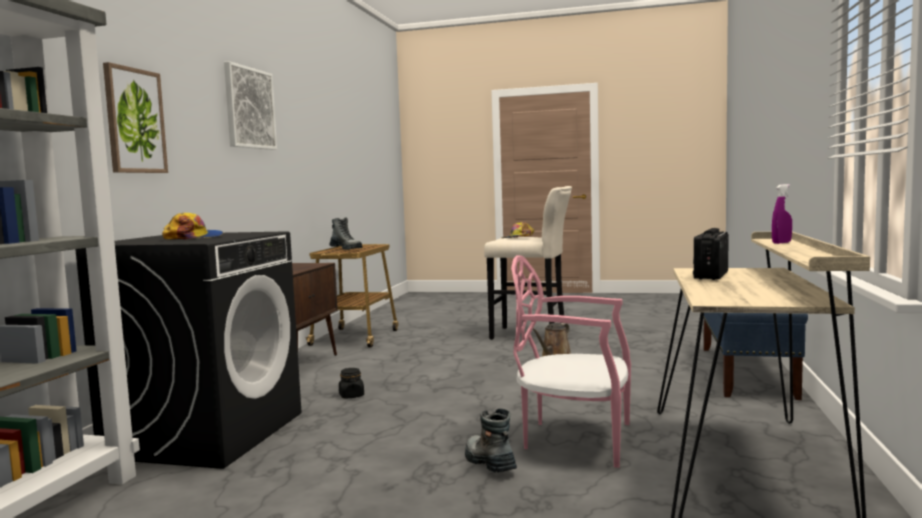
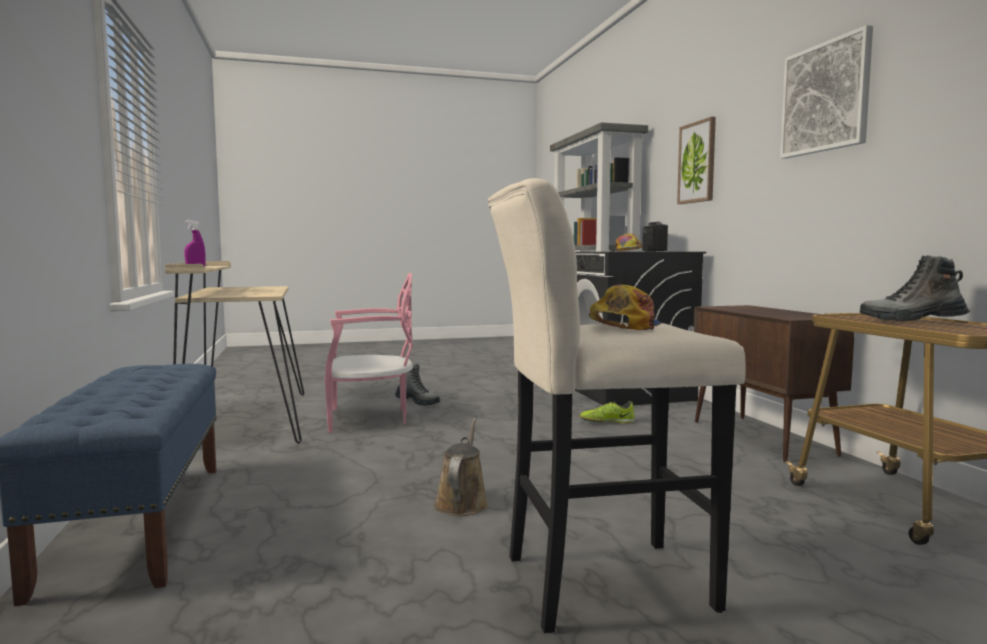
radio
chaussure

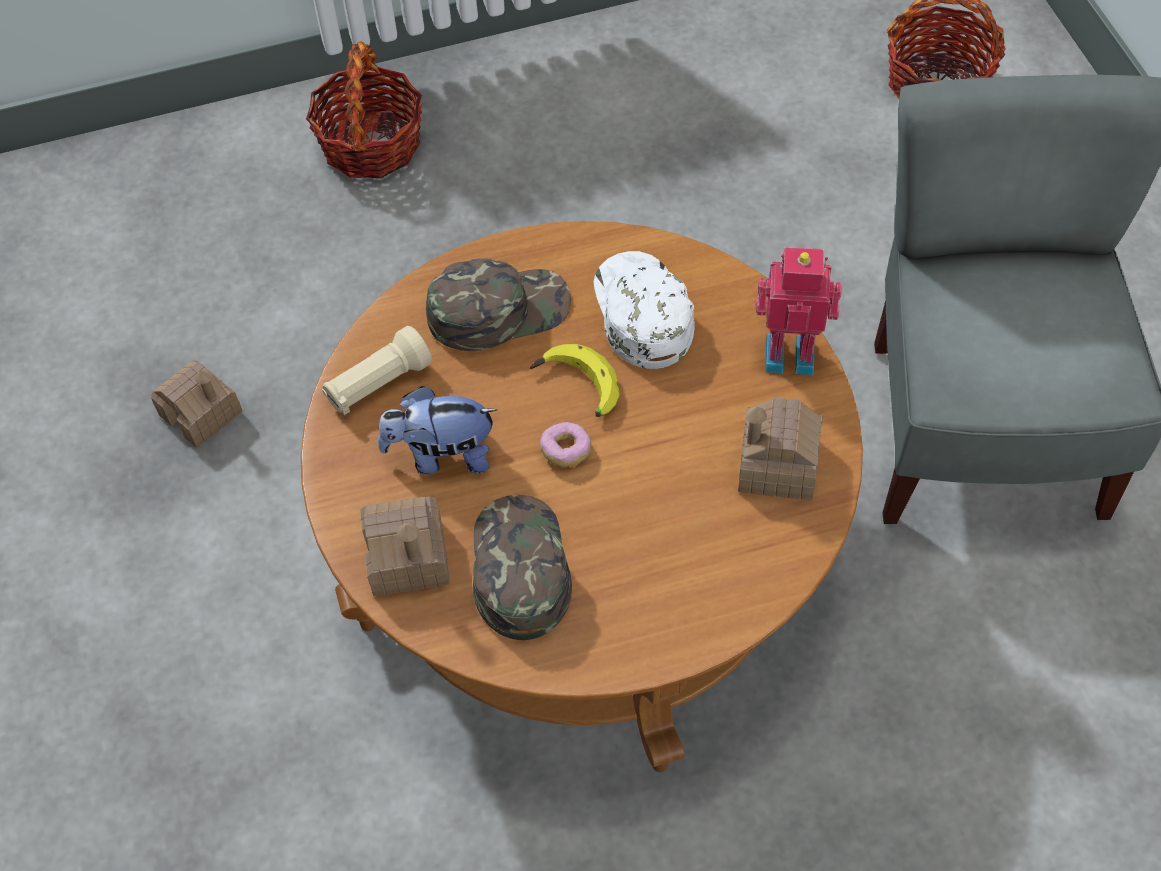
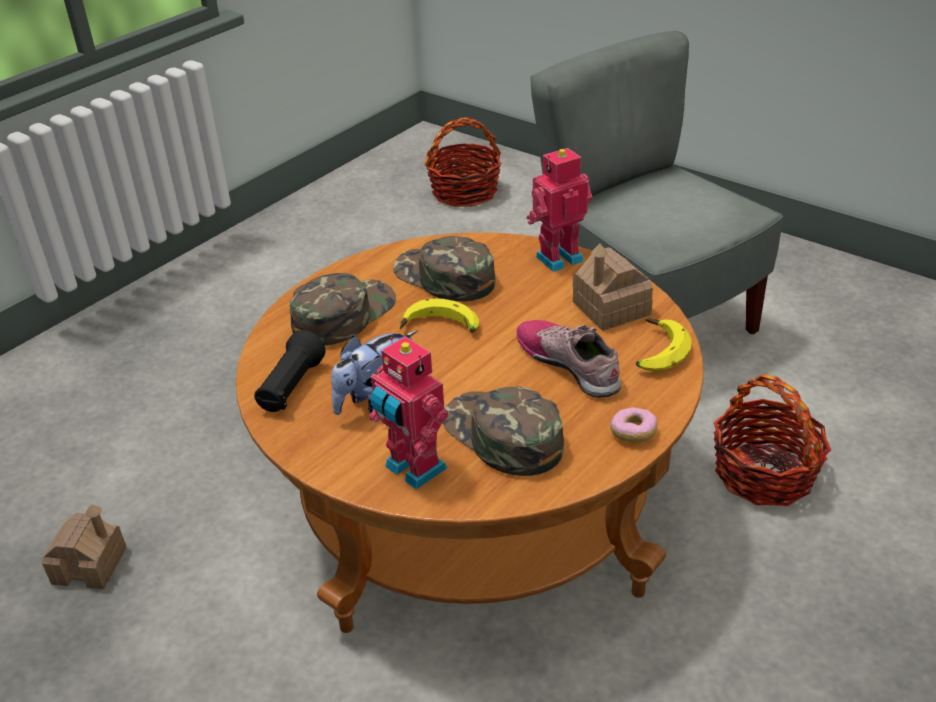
chaussure
banane (no. 2 from left)
panier (no. 2 from left)
beignet
robot jouet (no. 1 from left)
lampe de poche [noir]
casquette [vert] (no. 2 from left)

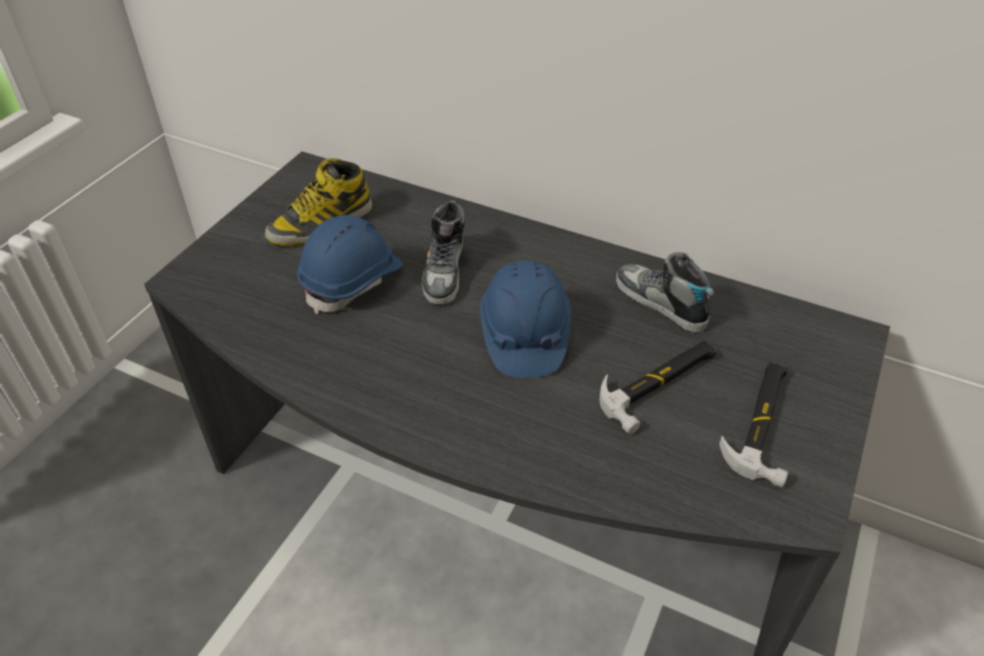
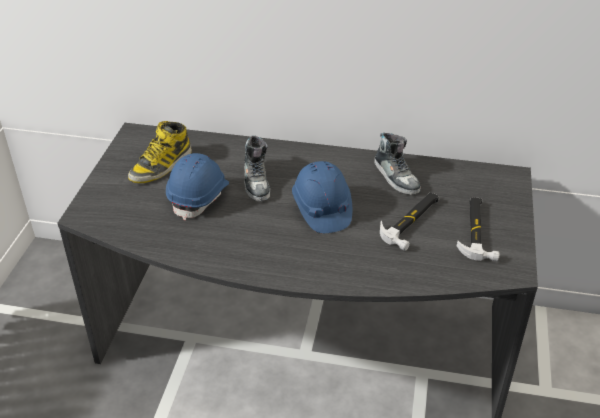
chaussure (no. 2 from left)

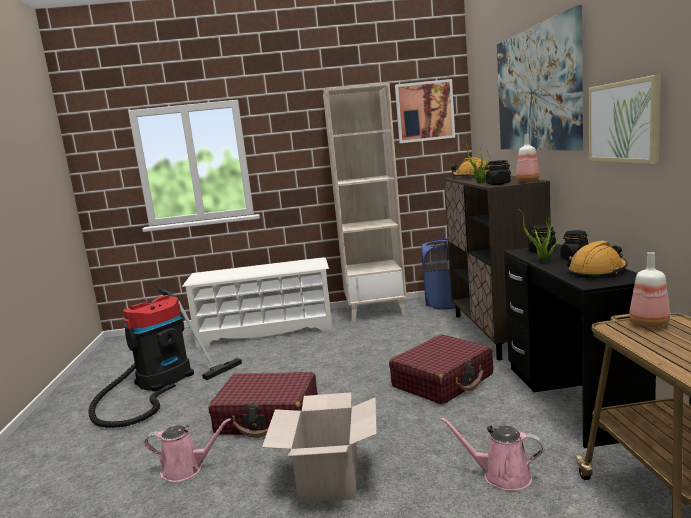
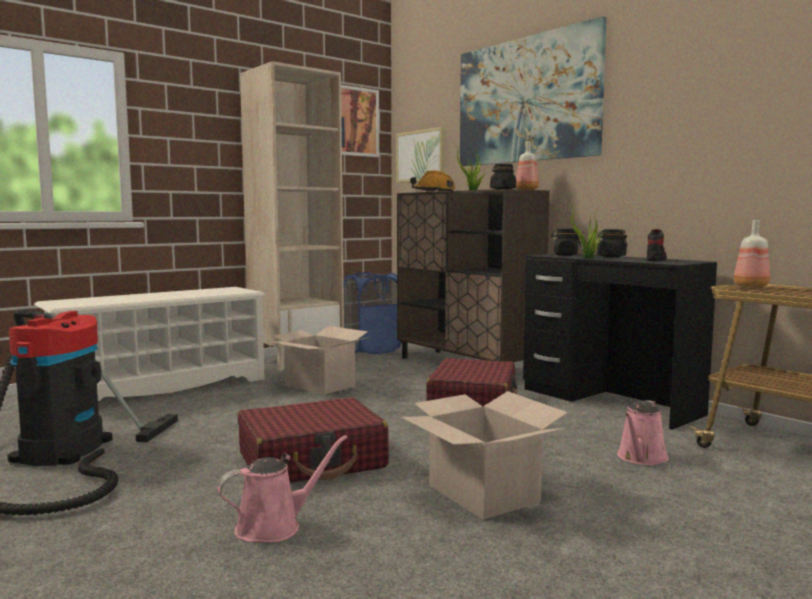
carton (no. 1 from left)
tableau (no. 2 from left)
chaussure
arrosoir [rose] (no. 2 from left)

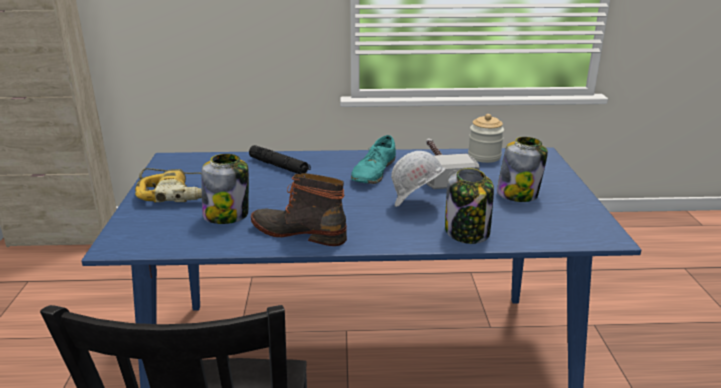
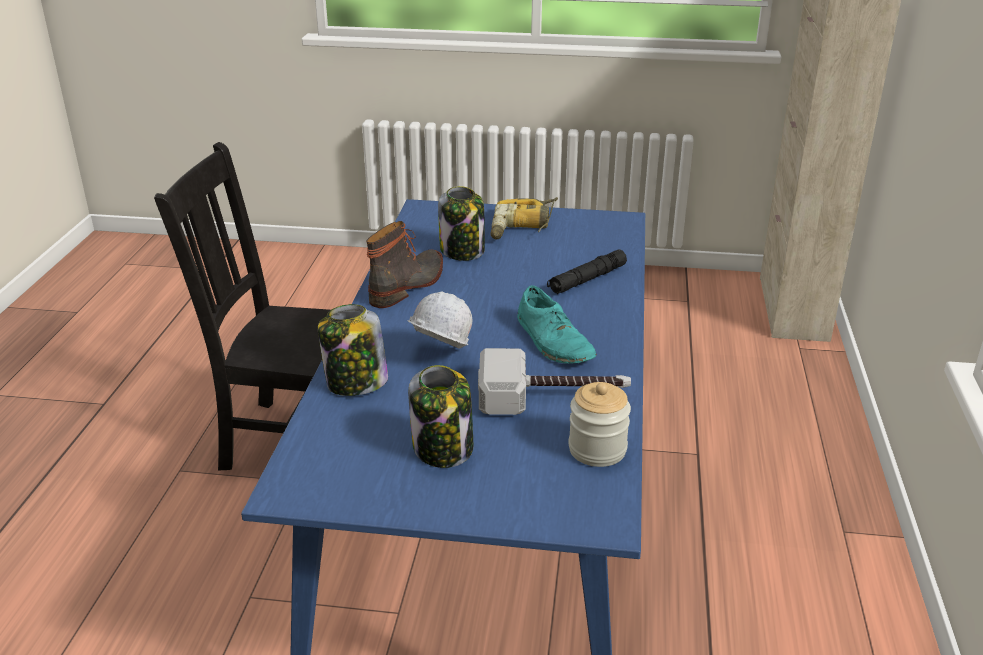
chaussure [turquoise]

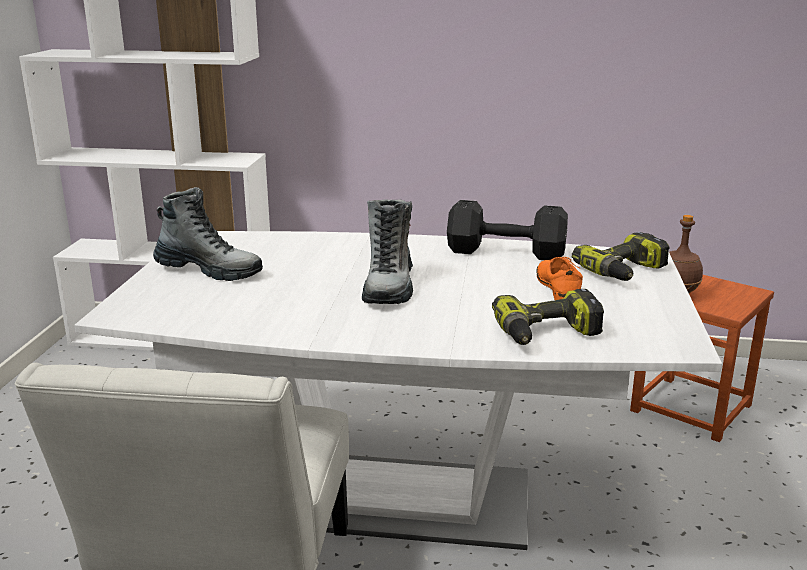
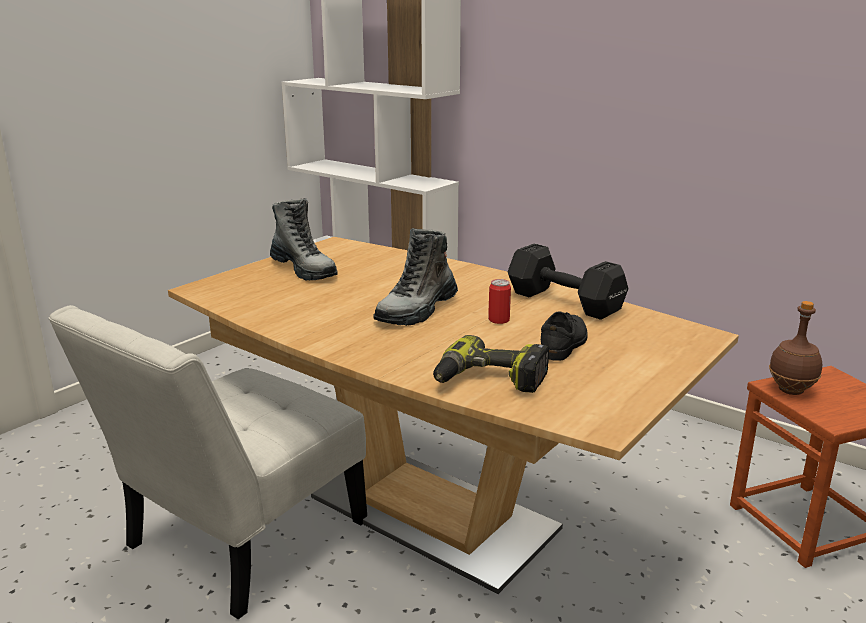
perceuse (no. 2 from left in the first image)
boîte métallique
table à manger [marron]
chaussure [noir]

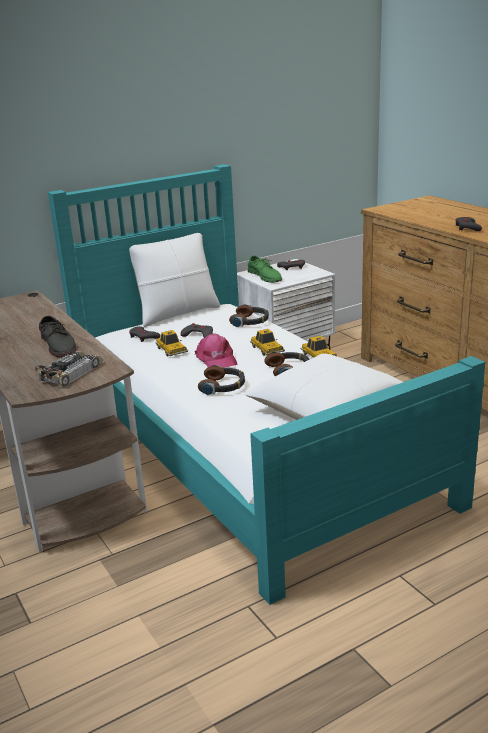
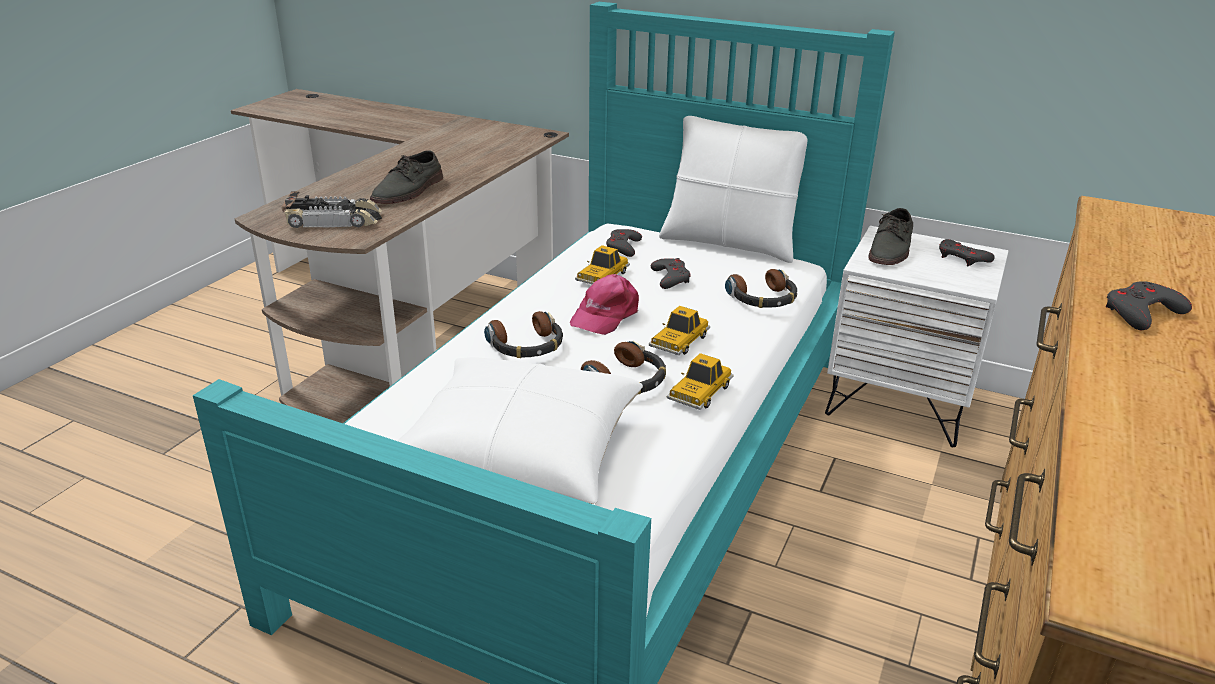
chaussure [gris] (no. 2 from left)

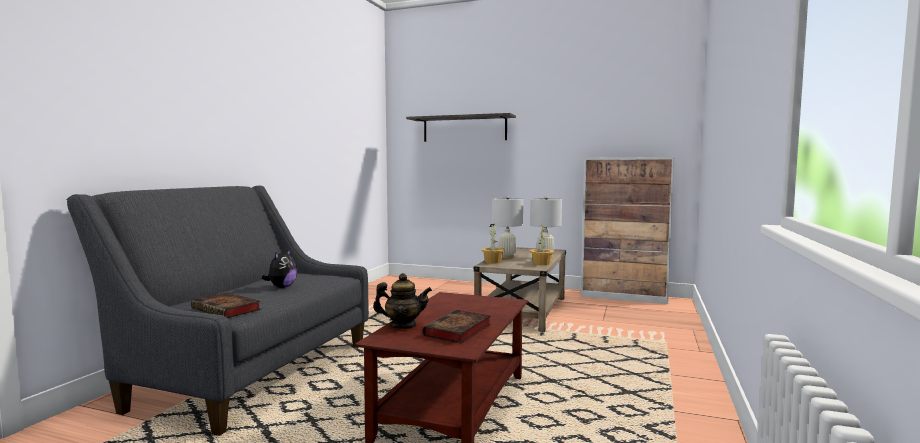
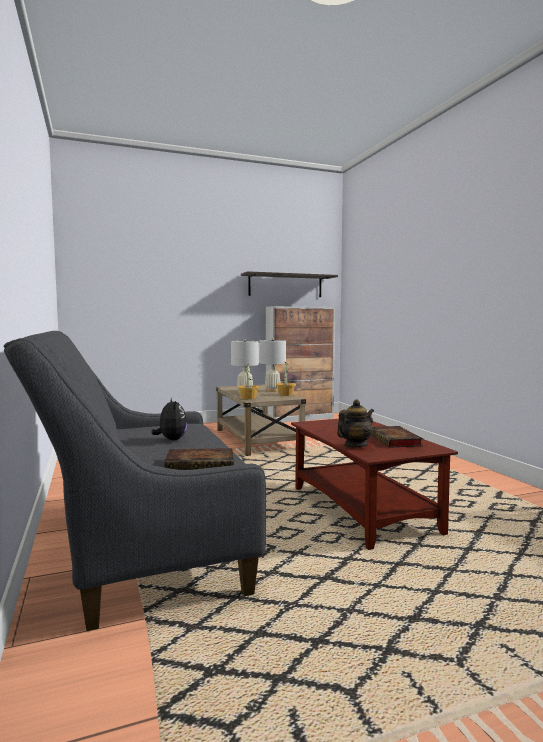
étagère

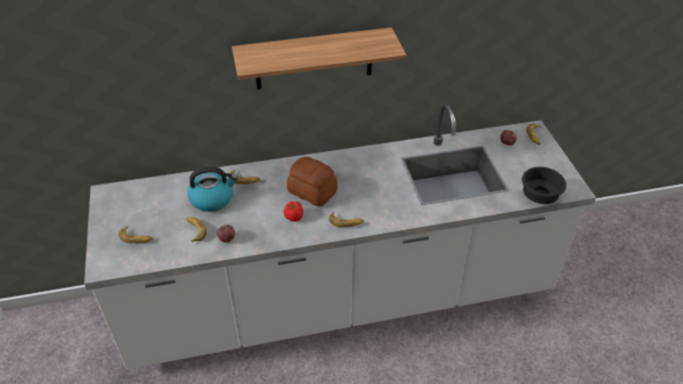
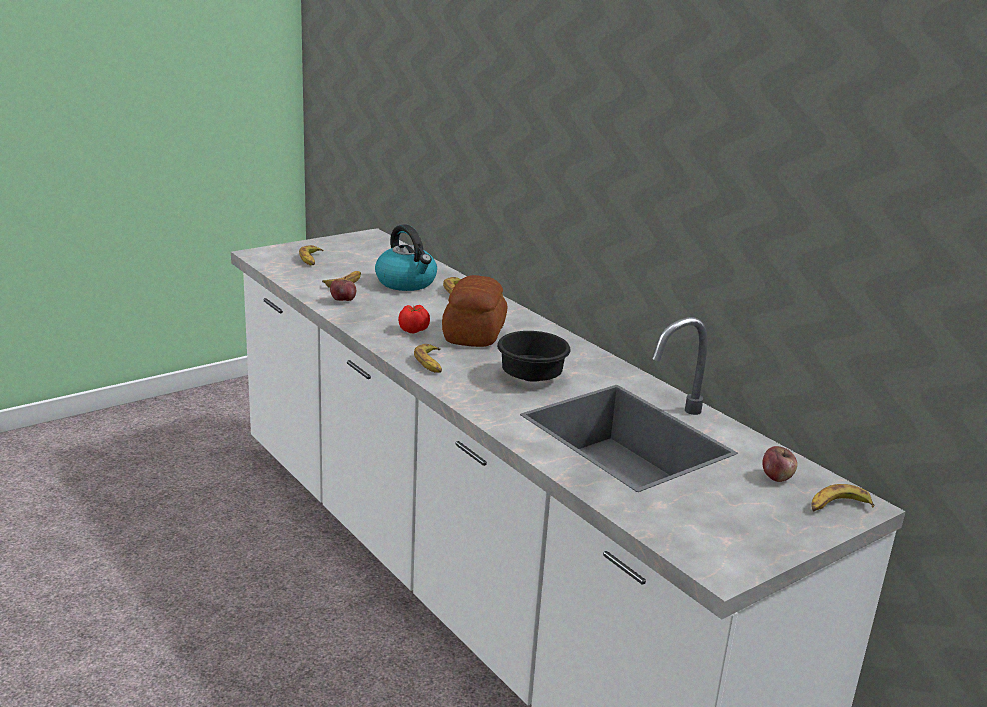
étagère
bol [noir]

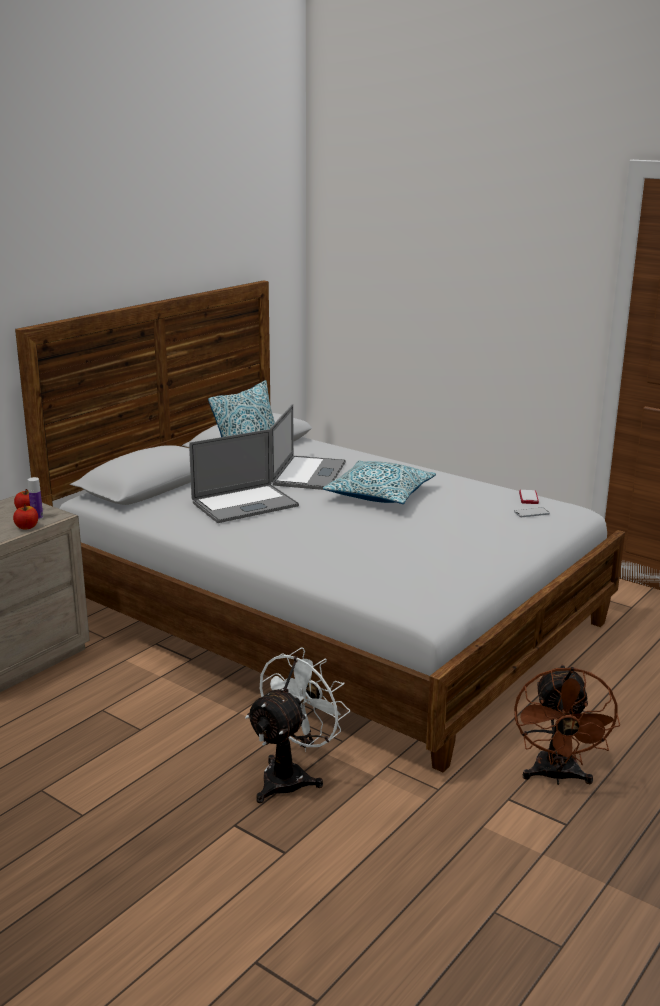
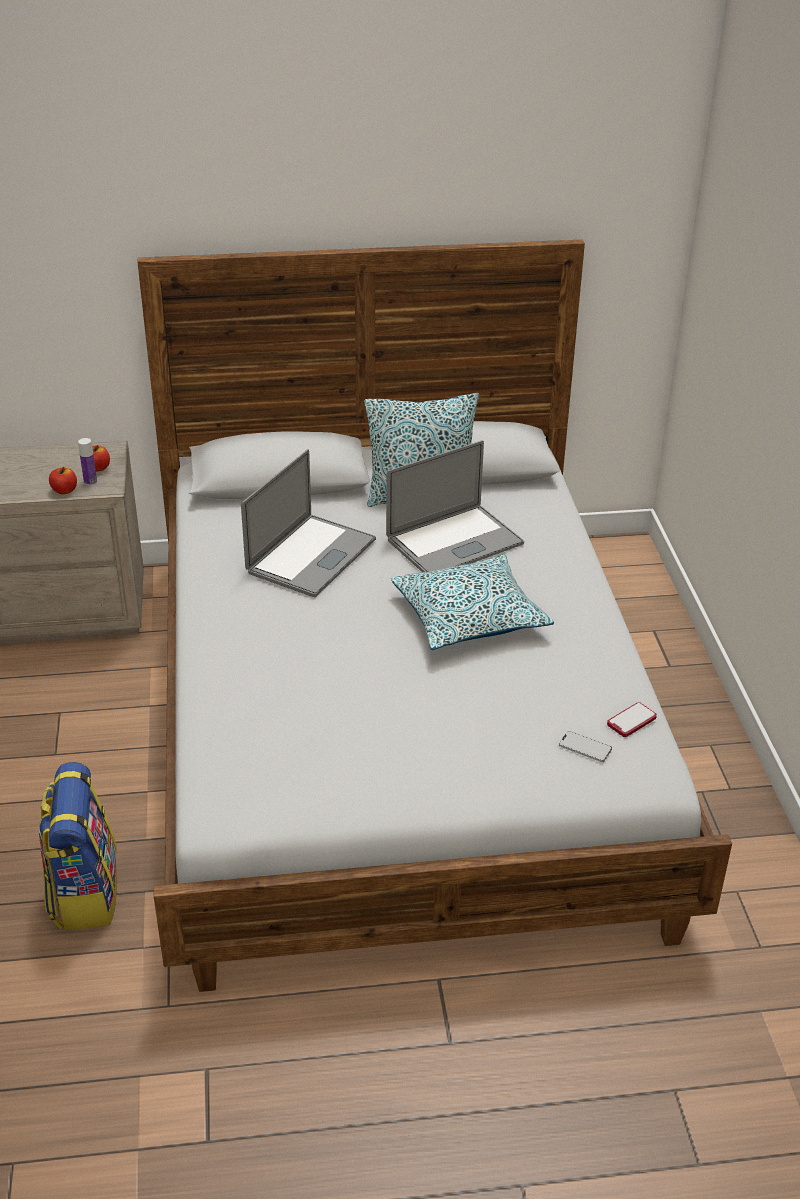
ventilateur [marron]
sac à dos
ordinateur portable (no. 1 from left)

